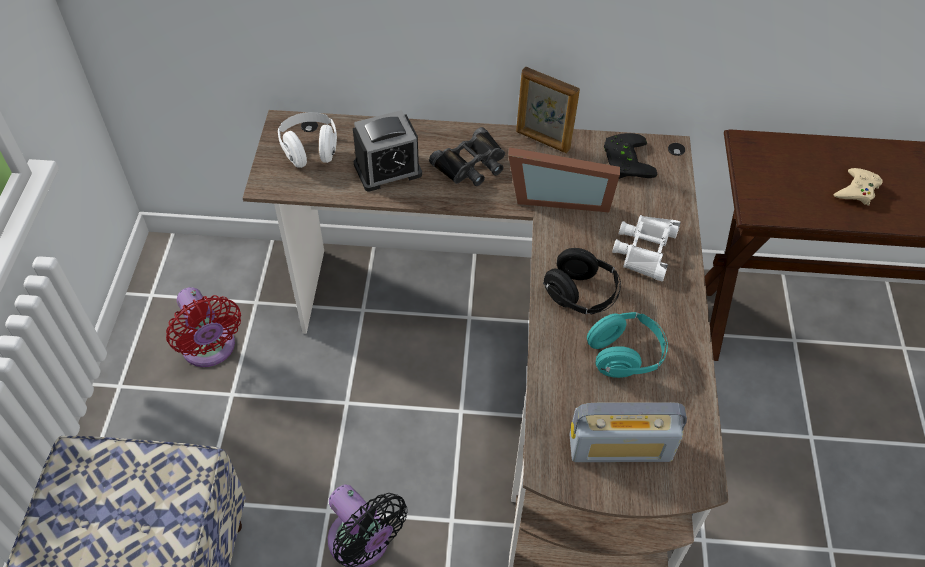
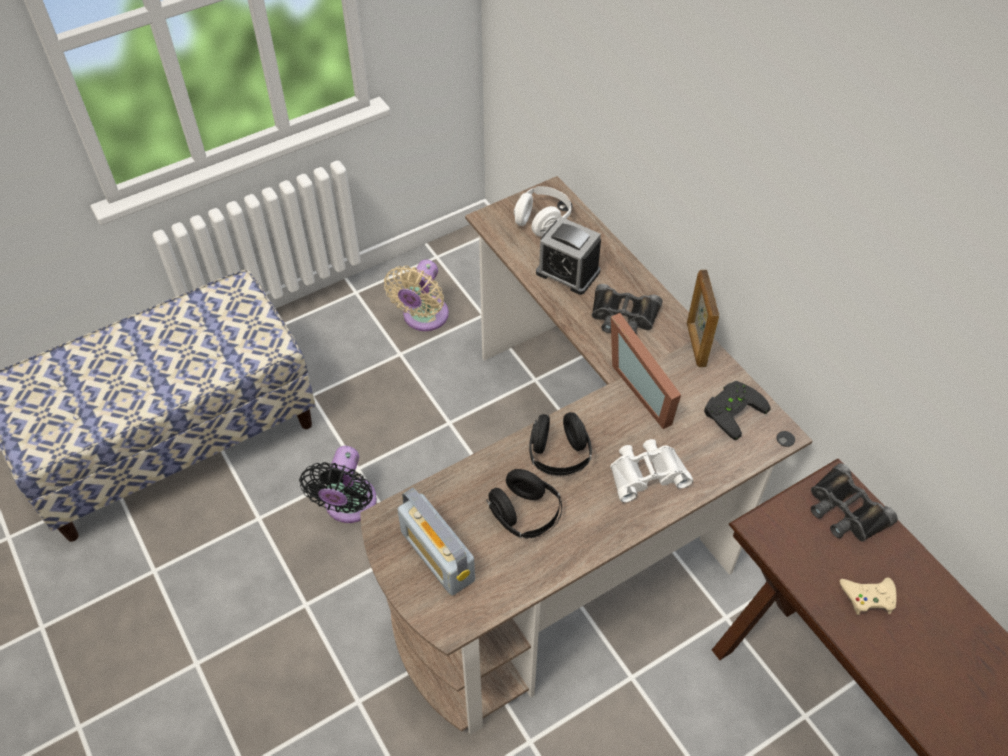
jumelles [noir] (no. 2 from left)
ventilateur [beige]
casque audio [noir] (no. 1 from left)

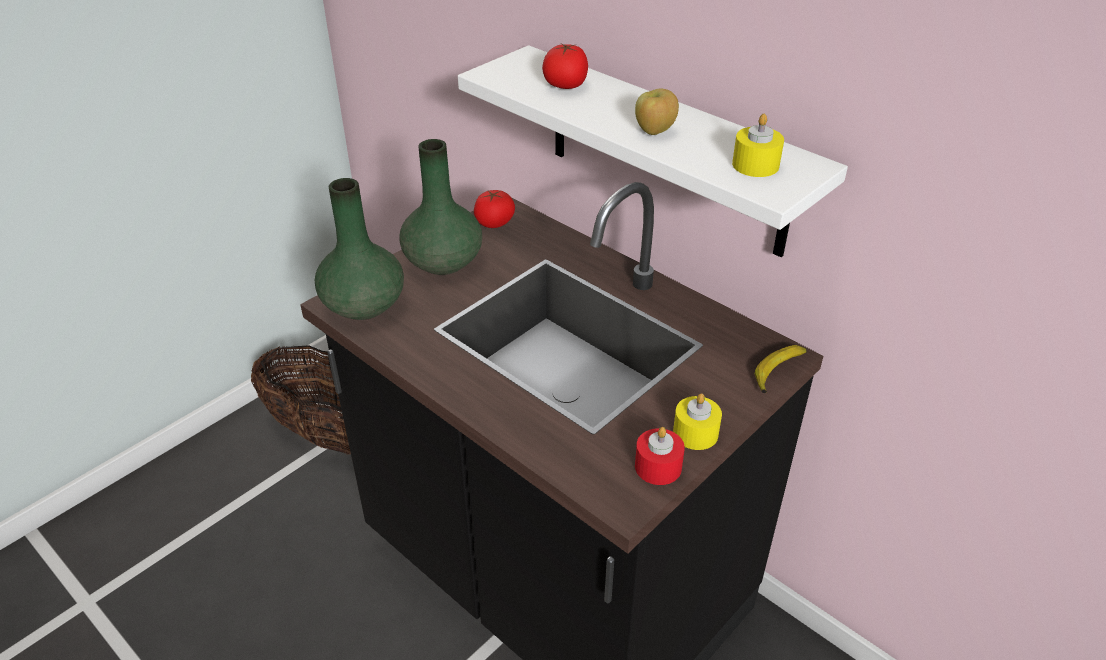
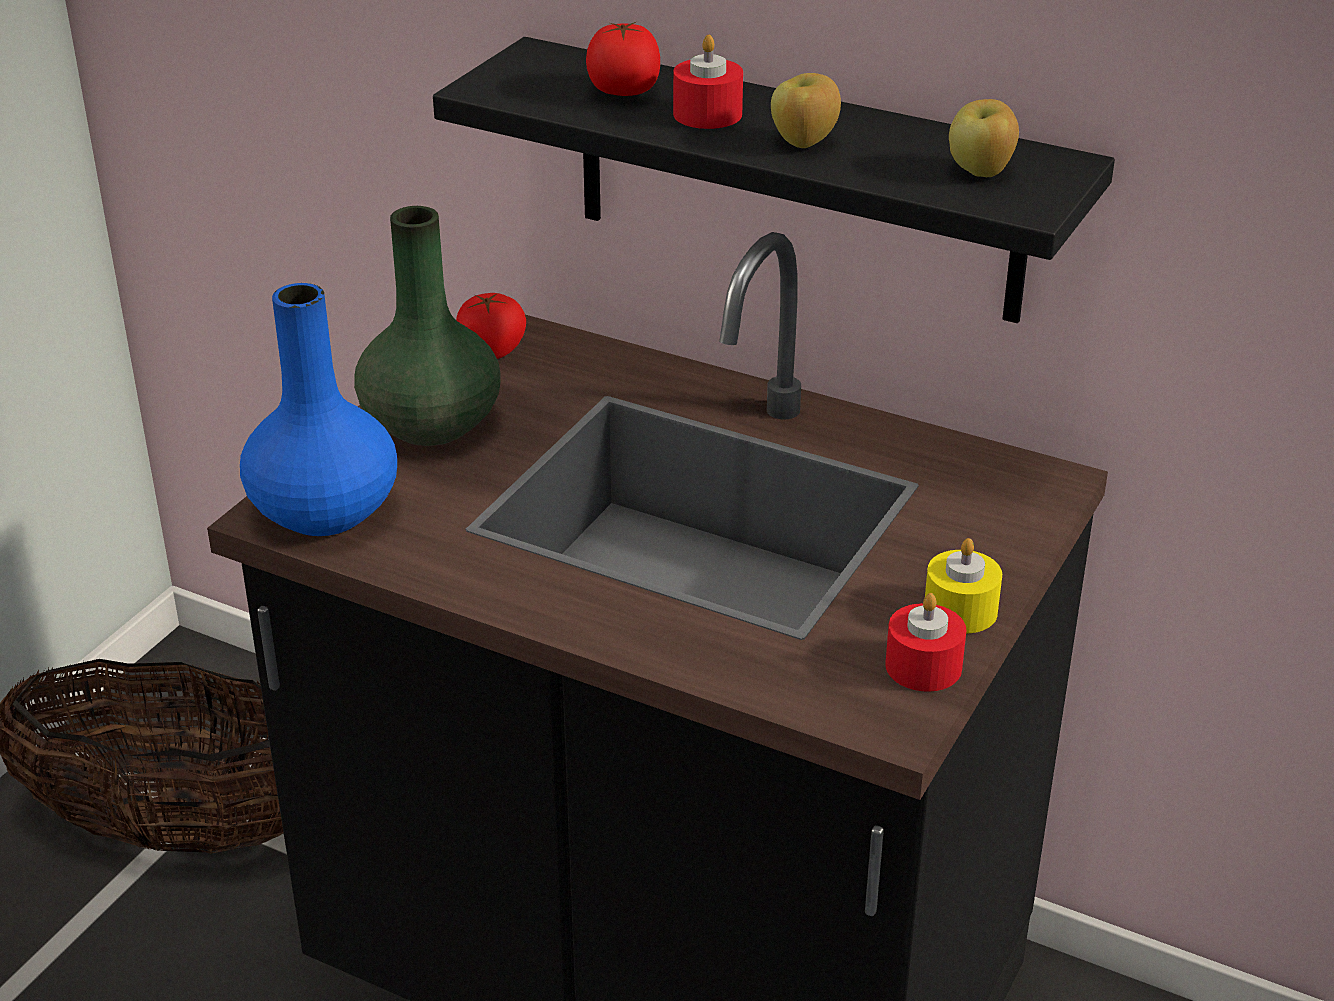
banane
bougie [rouge] (no. 1 from left)
pomme (no. 2 from left)
vase [bleu]
étagère [noir]

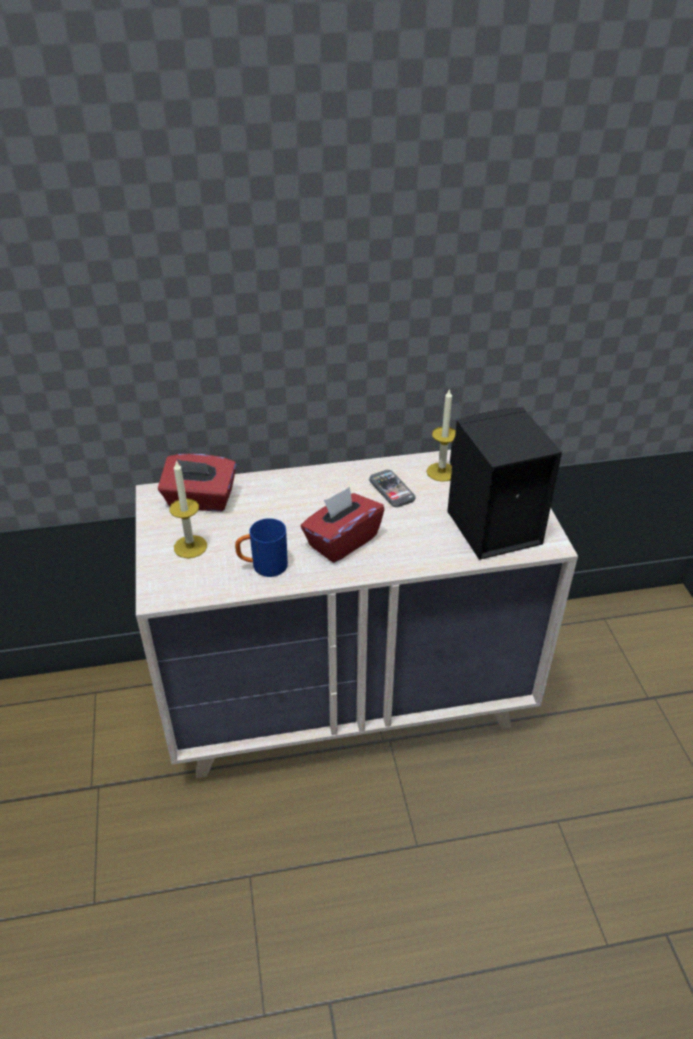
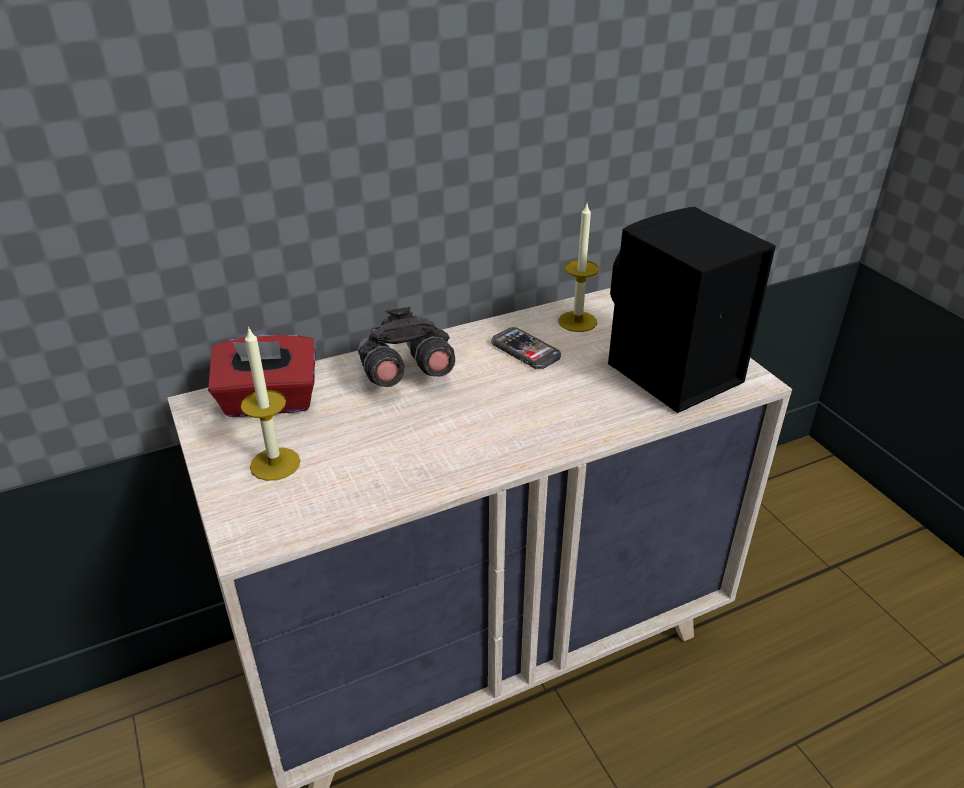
mug [bleu]
boîte à mouchoirs [rouge] (no. 2 from left in the first image)
jumelles [gris]

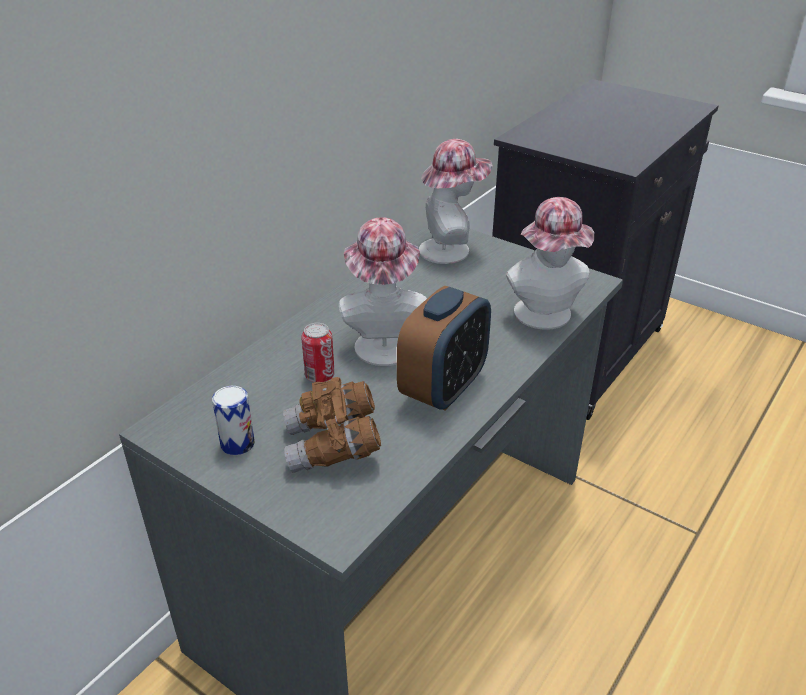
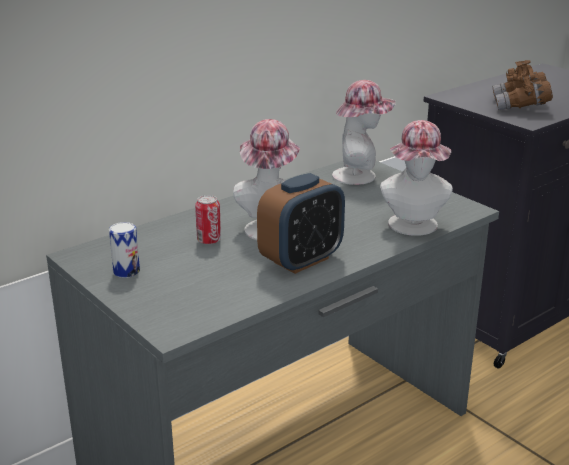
jumelles [marron]

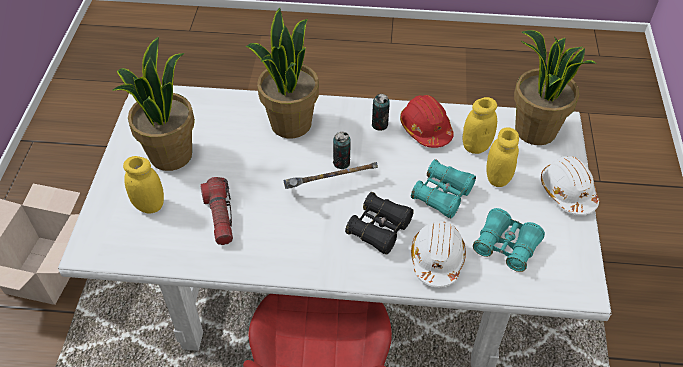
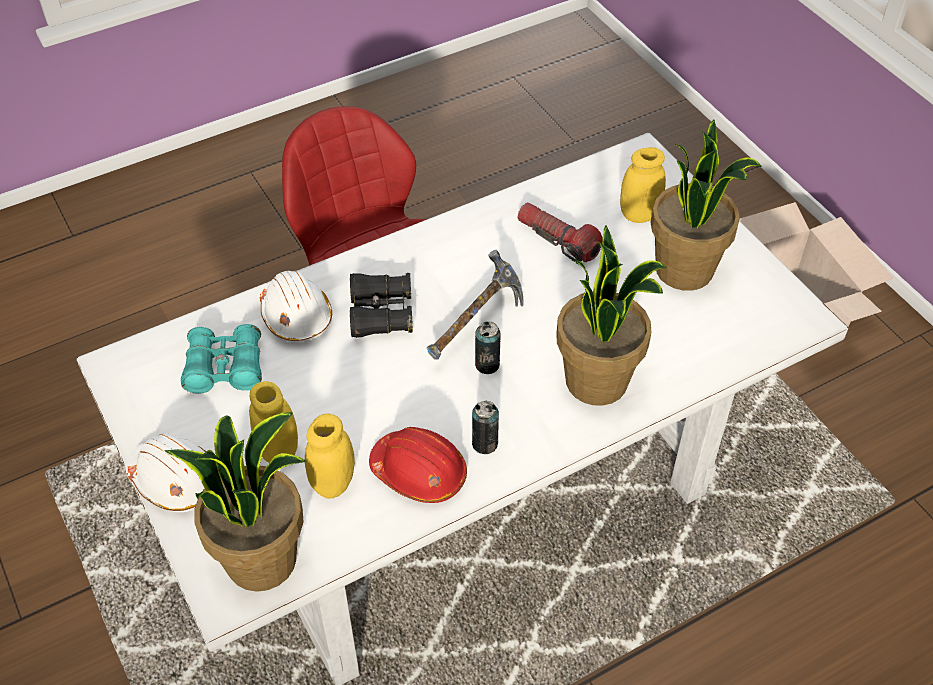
jumelles [turquoise] (no. 1 from left in the first image)

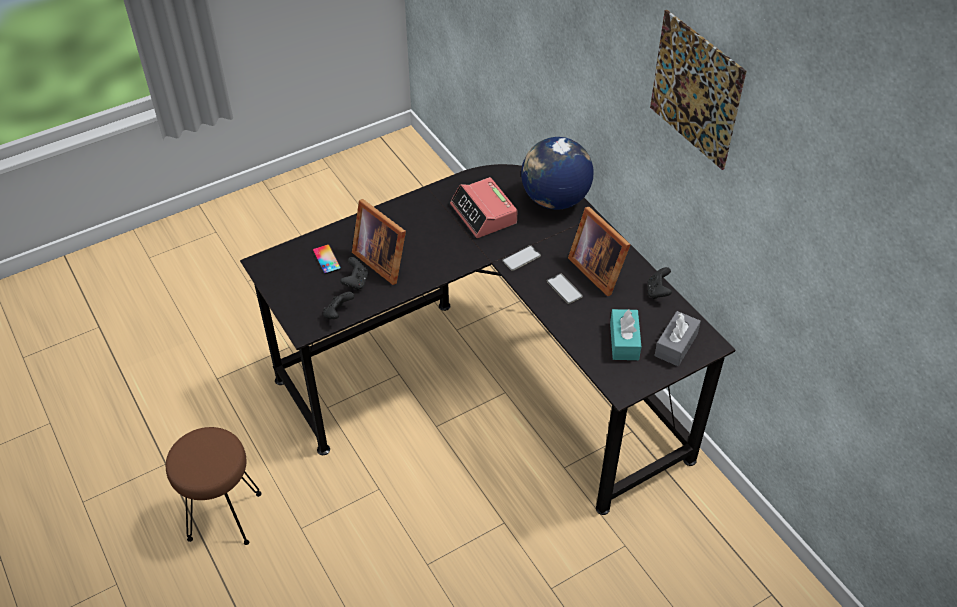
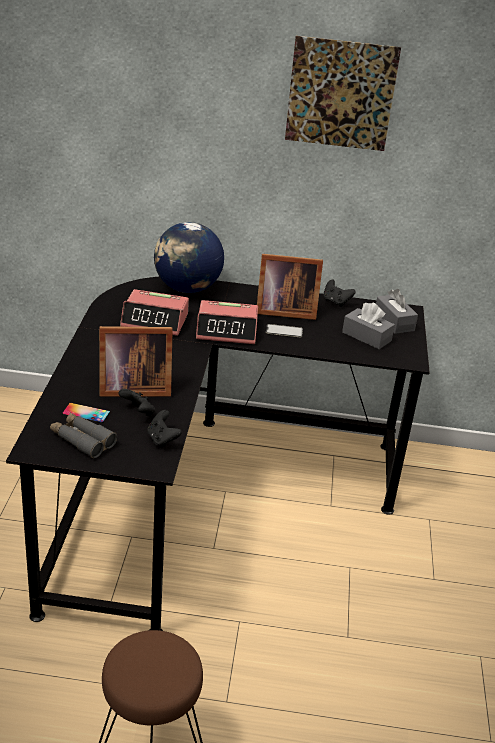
jumelles [gris]
réveil (no. 2 from left)
boîte à mouchoirs [gris] (no. 1 from left)

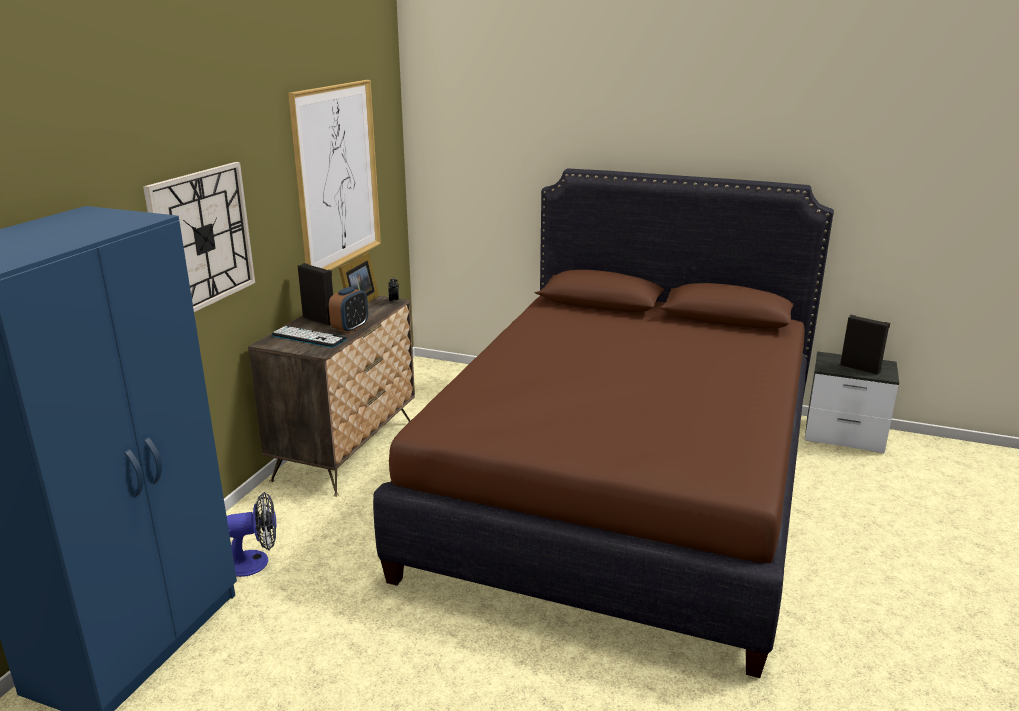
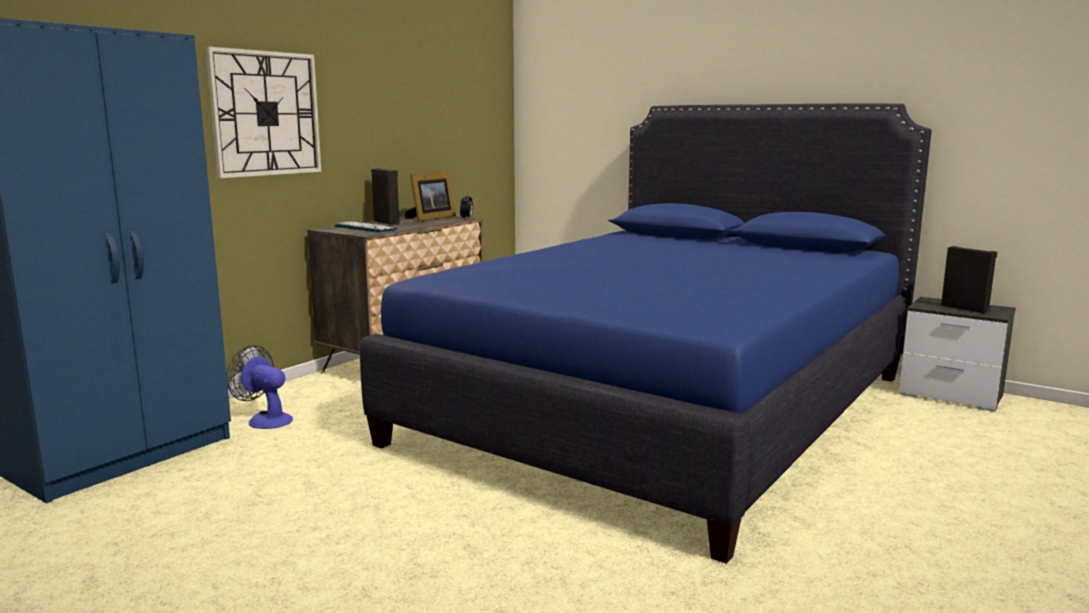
tableau
réveil (no. 1 from left in the first image)
lit [bleu]
ventilateur

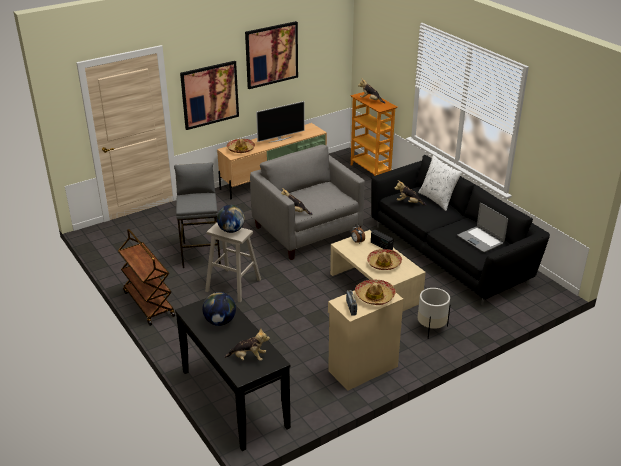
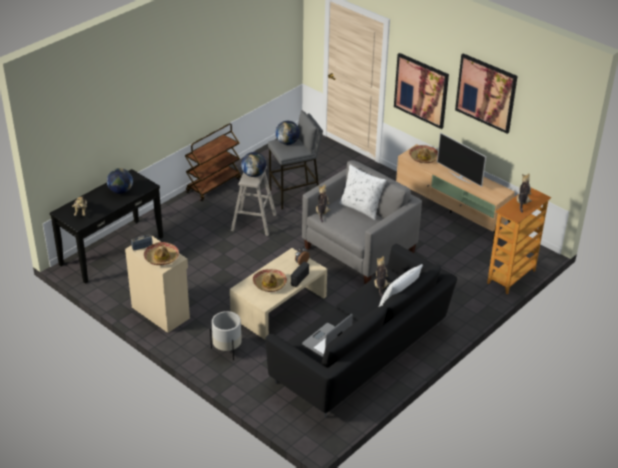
globe (no. 3 from left)
coussin [blanc] (no. 1 from left)

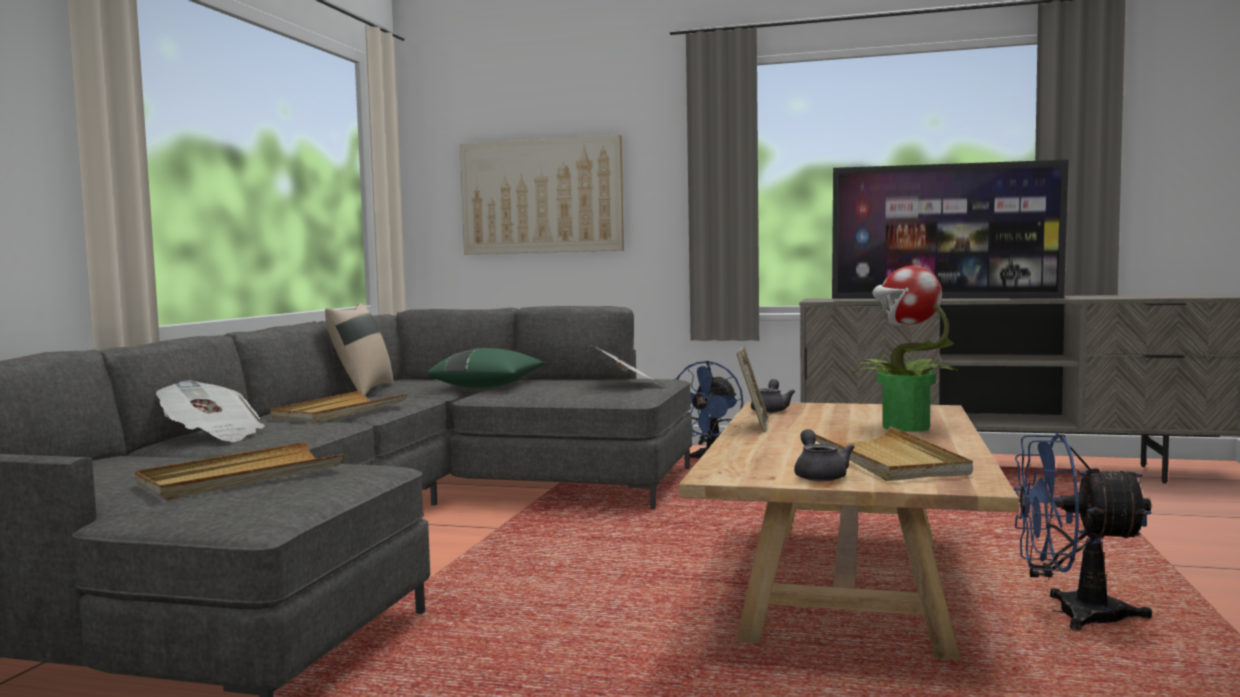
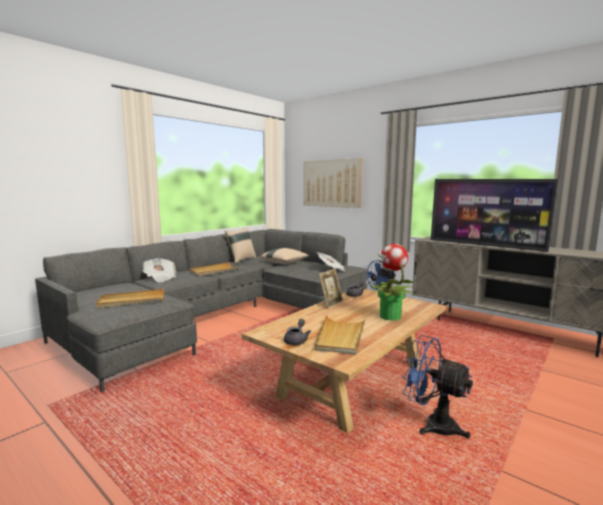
coussin [beige] (no. 2 from left)

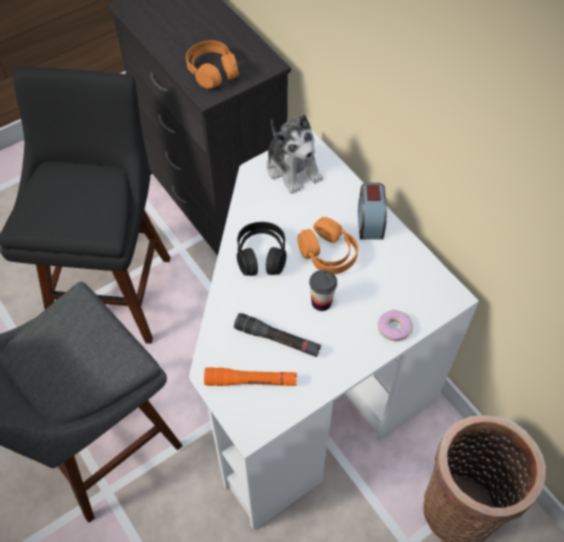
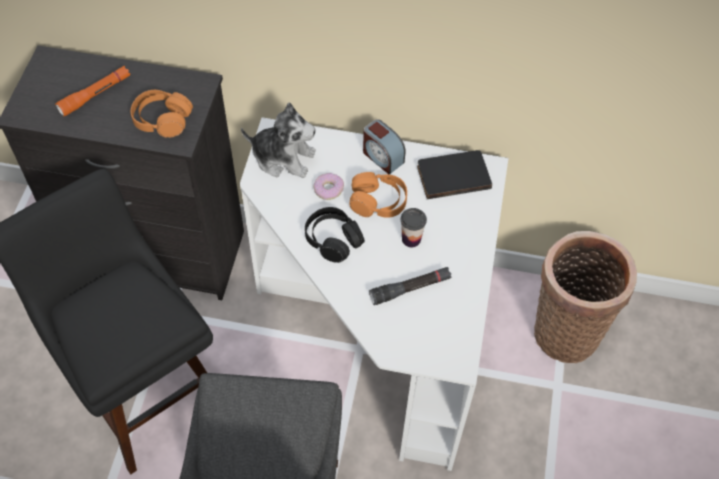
livre [noir]
lampe de poche [orange]
beignet

